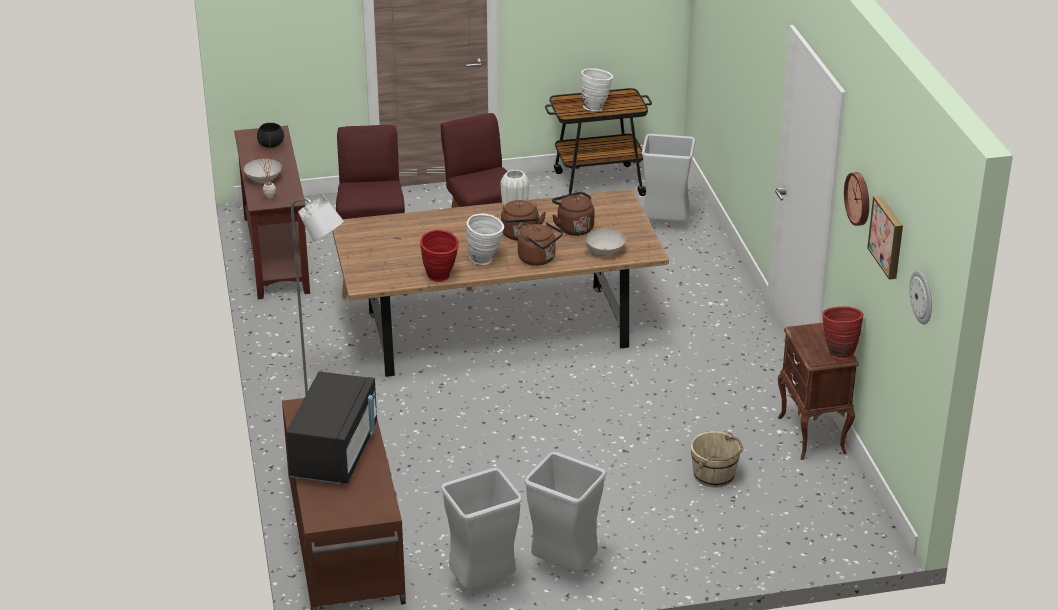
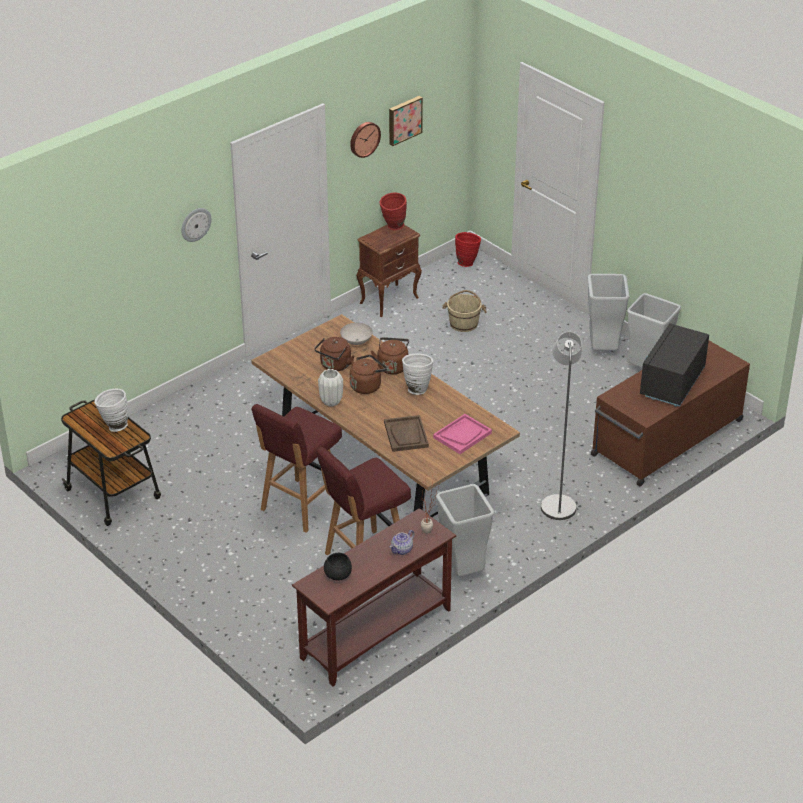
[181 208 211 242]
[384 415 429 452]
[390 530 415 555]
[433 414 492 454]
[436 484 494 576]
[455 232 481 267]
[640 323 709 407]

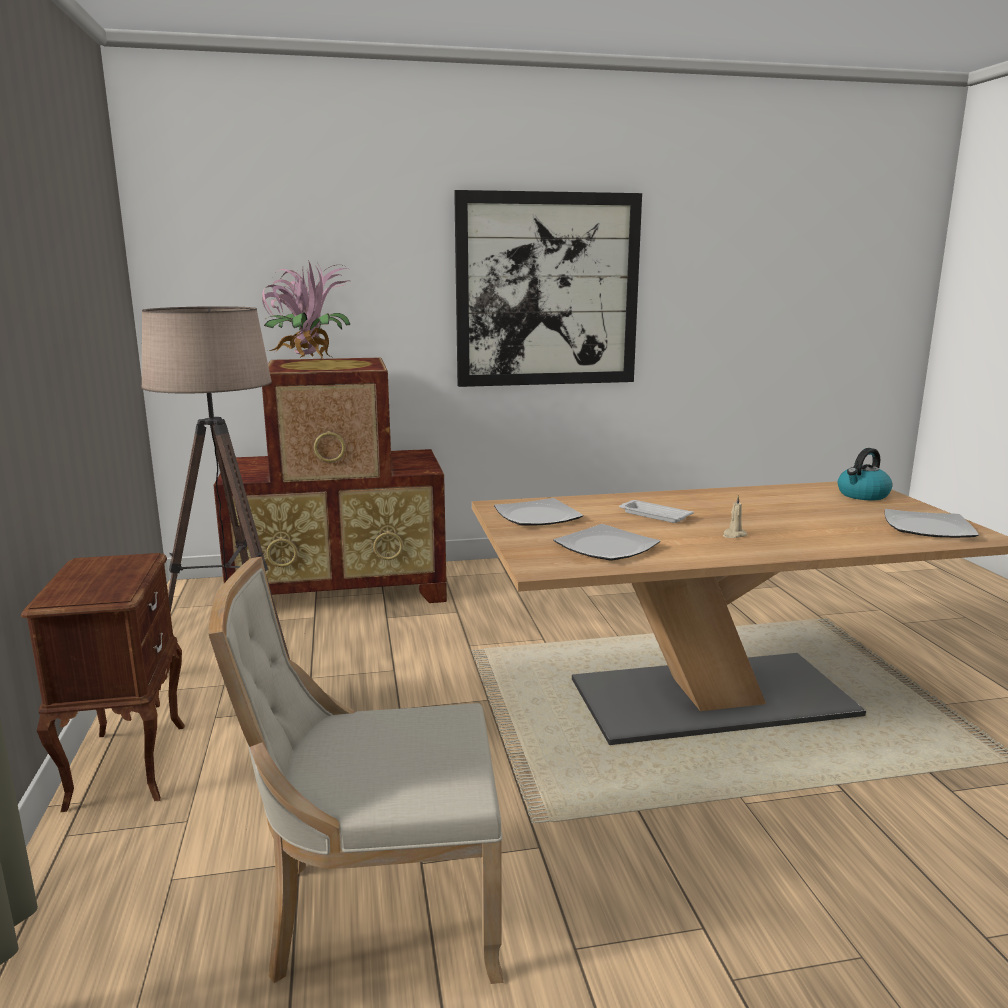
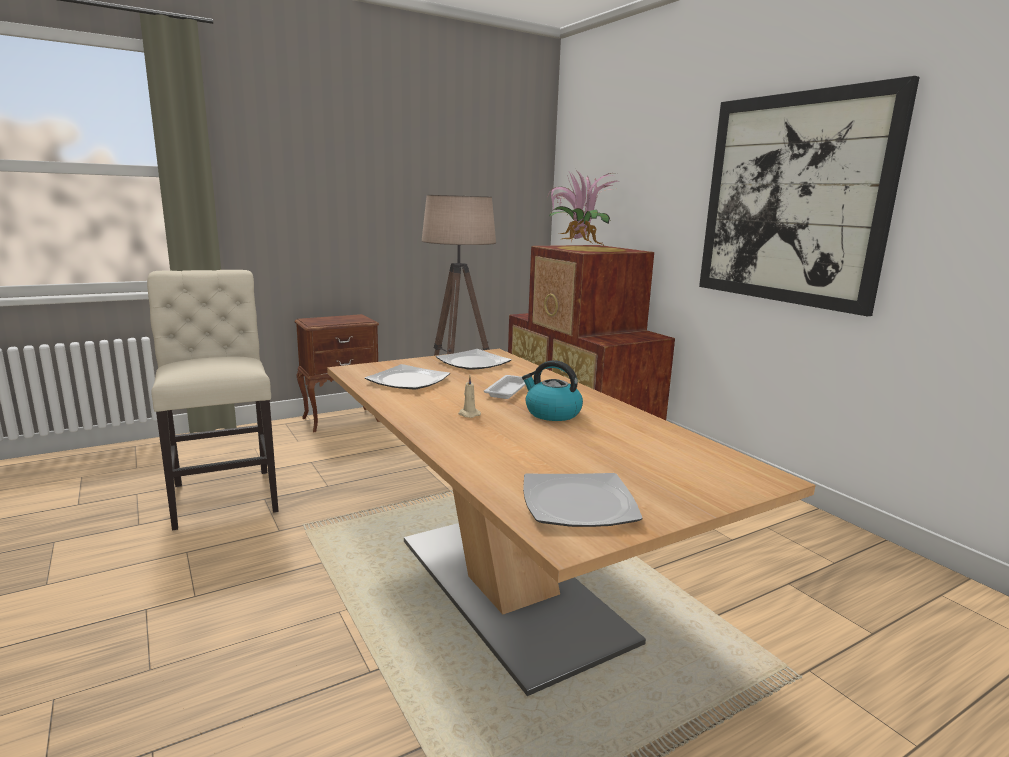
[147 270 278 530]
[522 360 583 421]

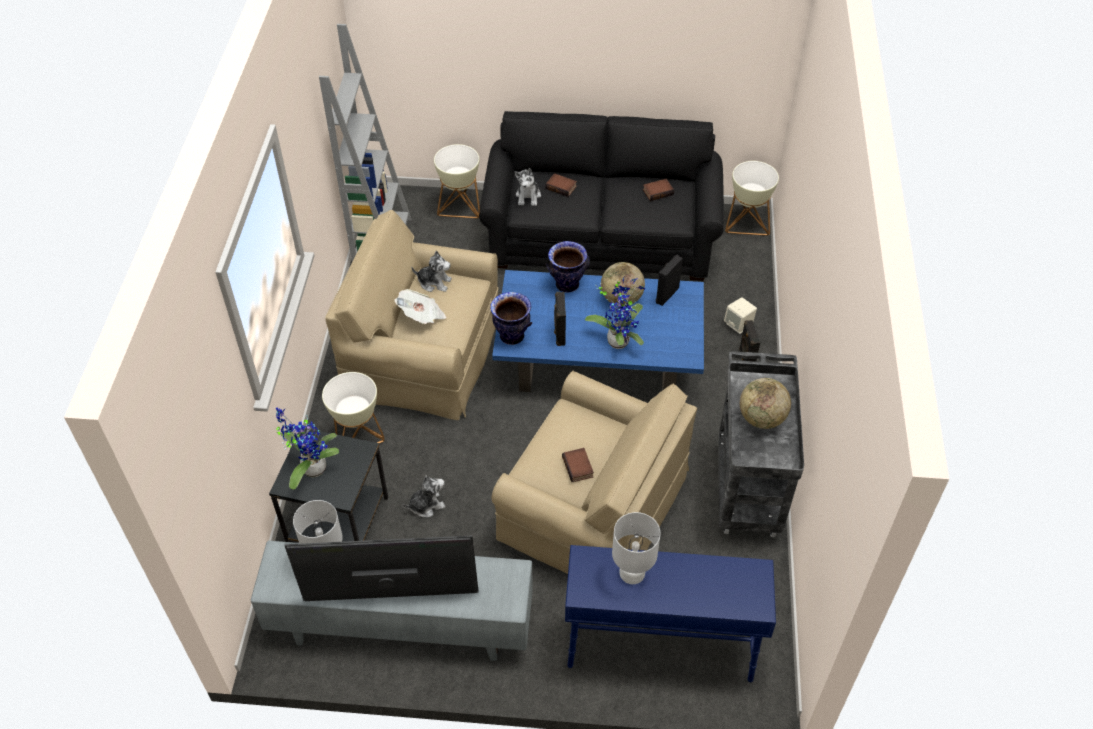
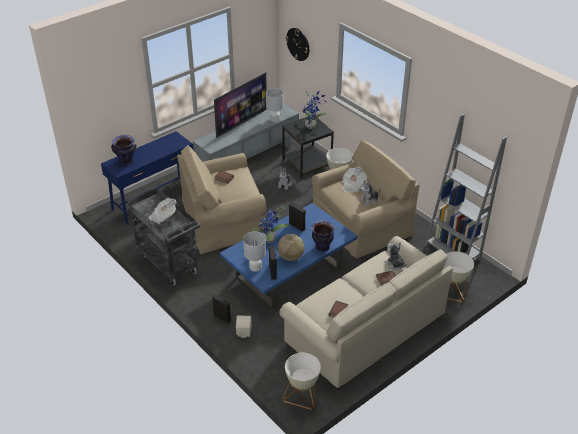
[111 135 137 164]
[149 198 177 224]
[243 232 266 272]
[279 236 453 390]
[286 28 309 61]

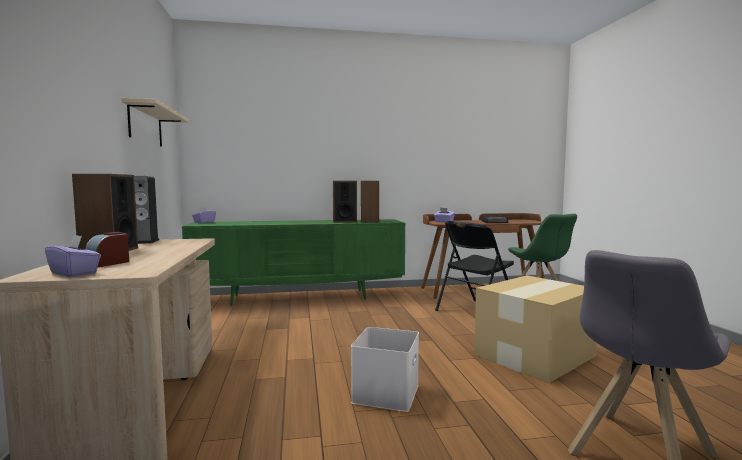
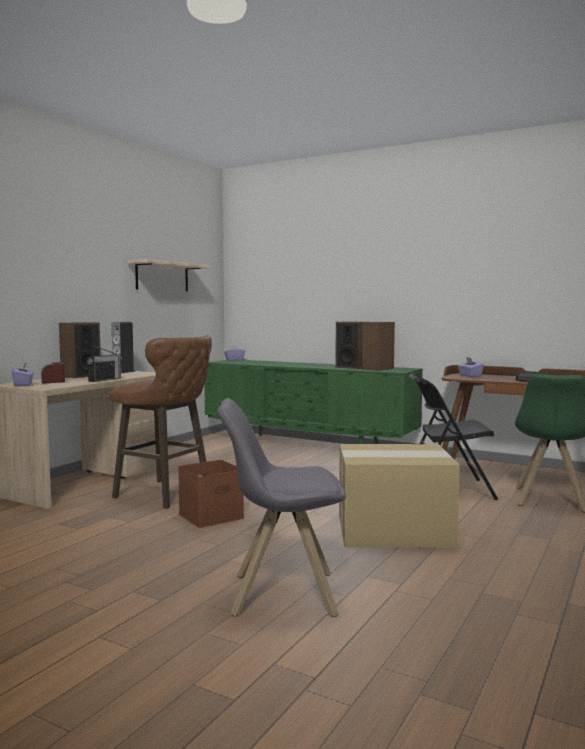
[87 346 122 382]
[109 335 212 509]
[178 460 244 528]

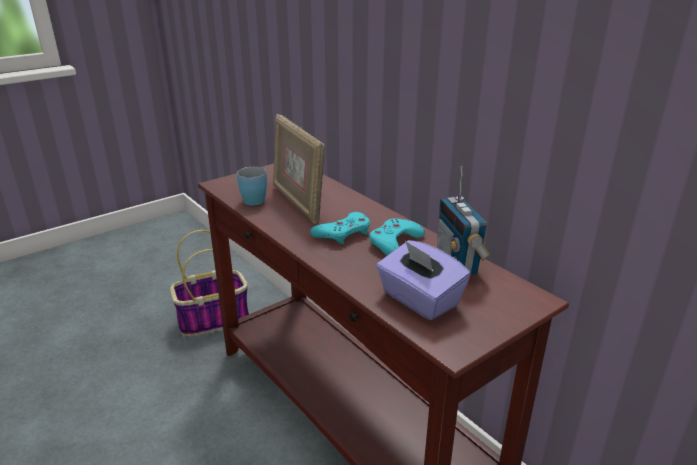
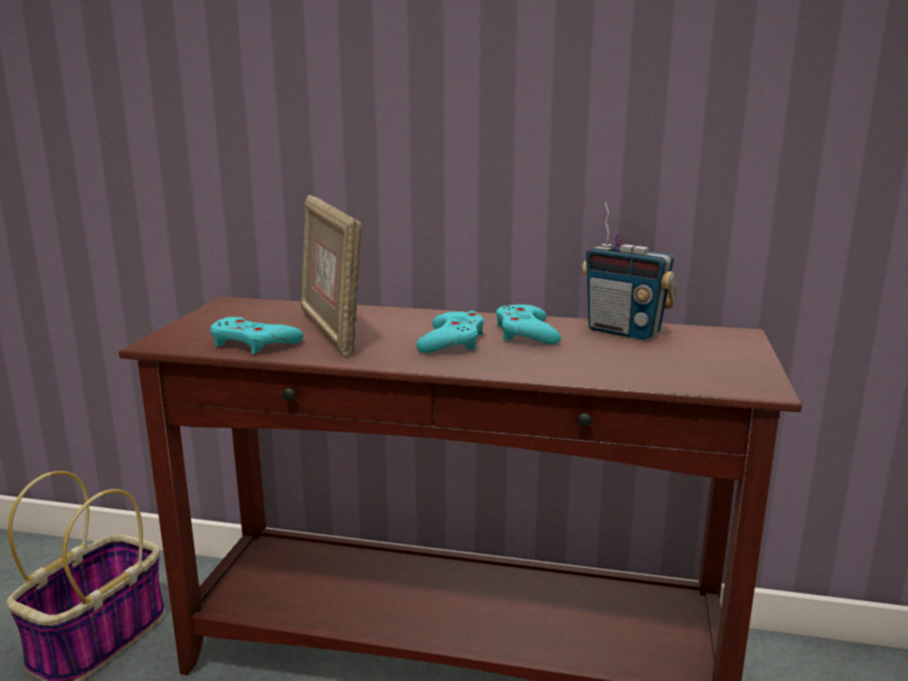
[210 317 303 354]
[301 195 362 357]
[376 240 471 320] (first image)

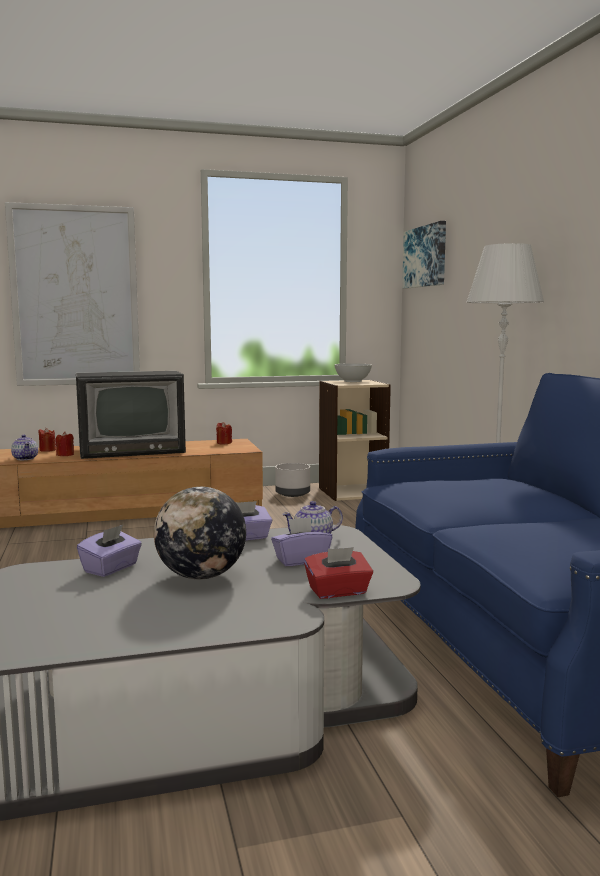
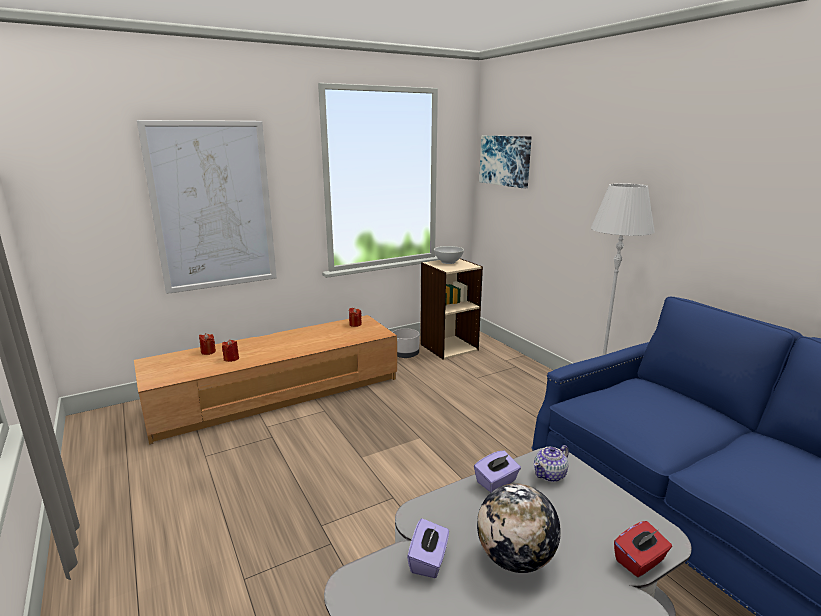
[11 435 38 460] (first image)
[76 371 186 459] (first image)
[271 517 332 566] (first image)

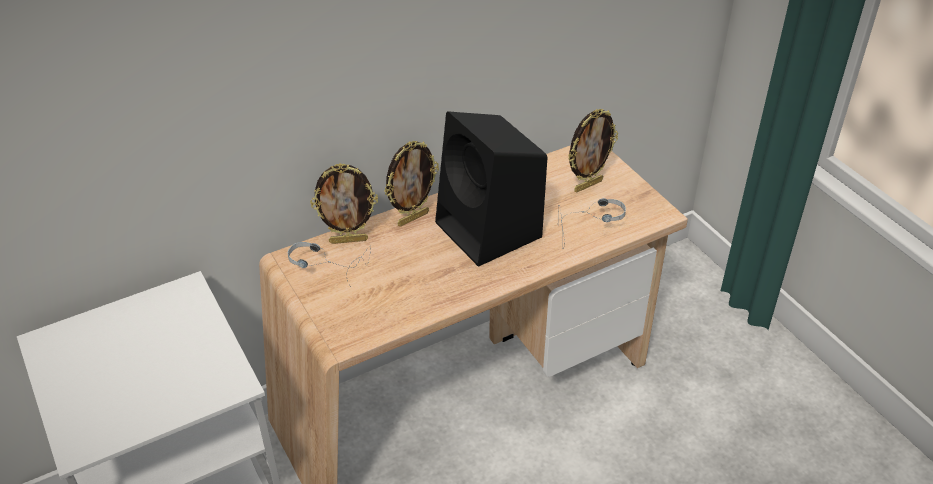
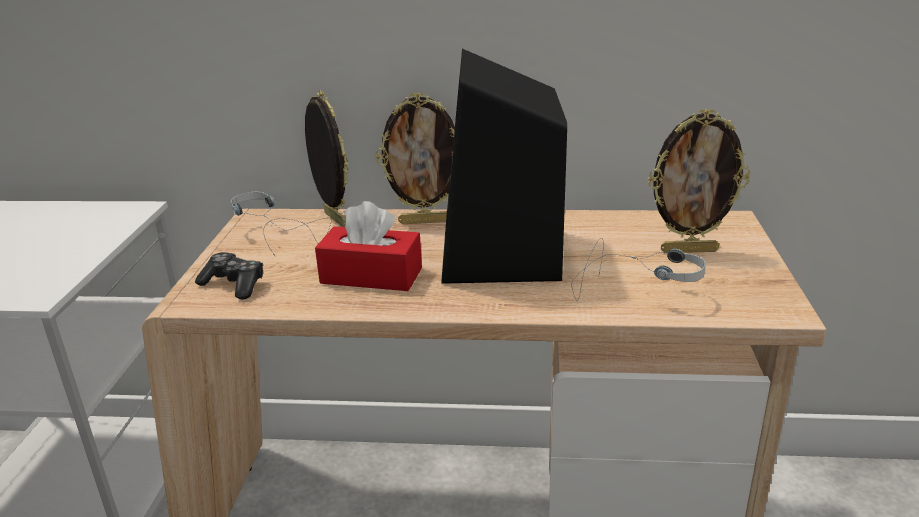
[195 252 263 300]
[305 91 348 227]
[315 201 422 291]

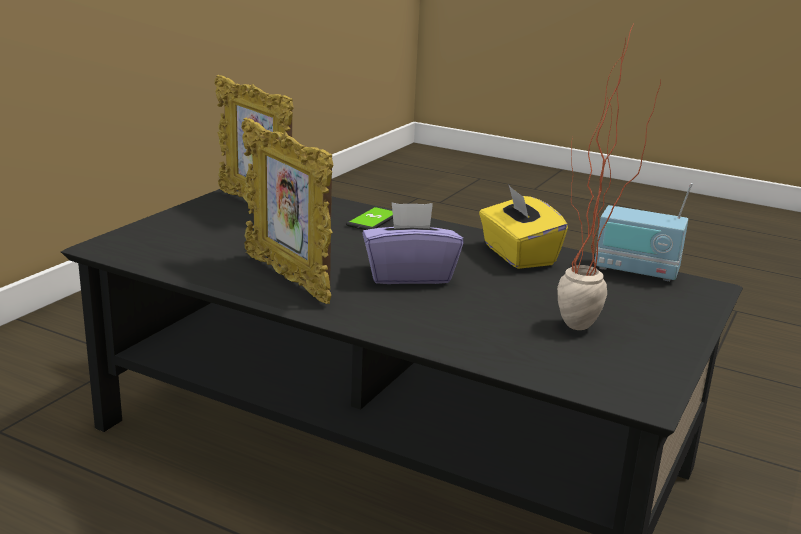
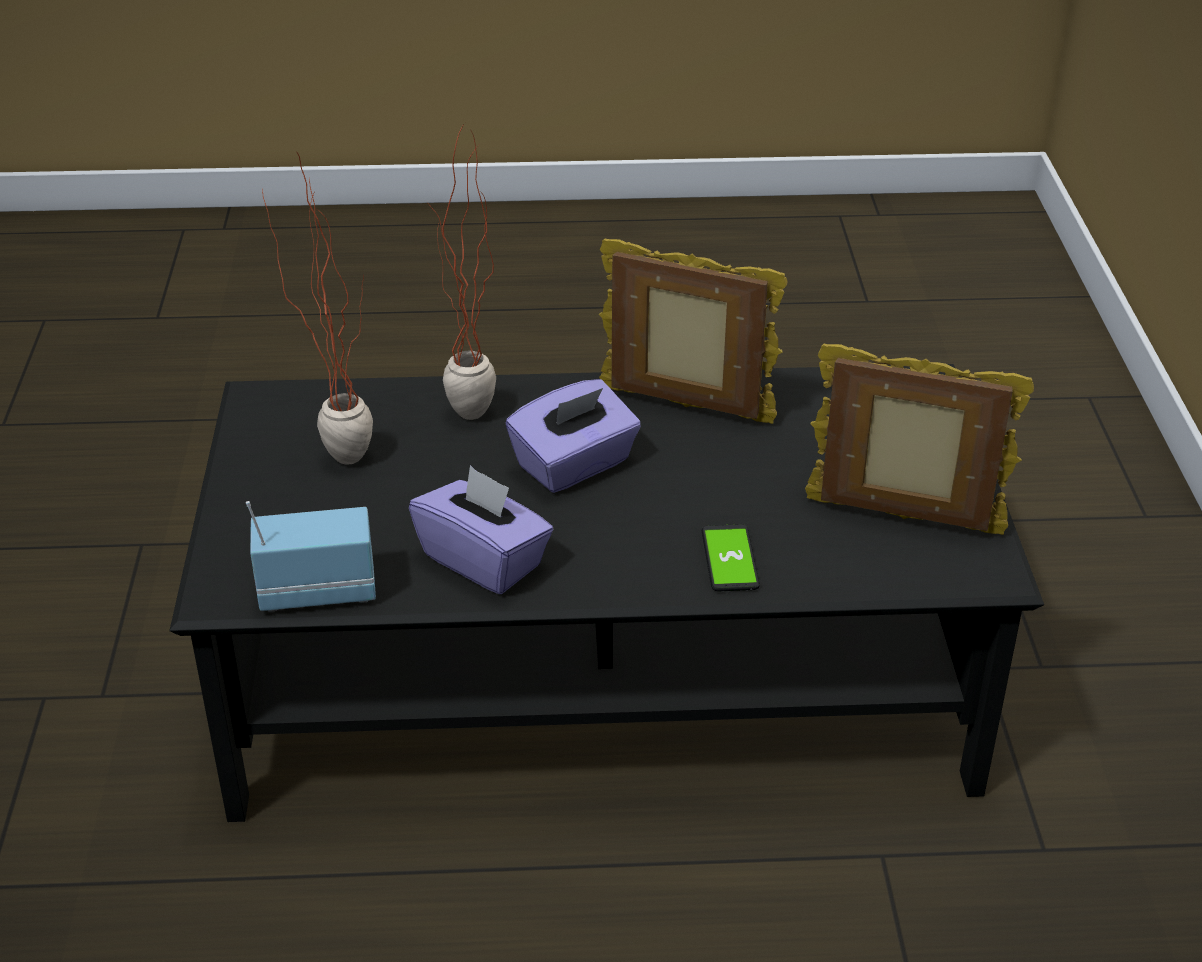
[409 465 553 594]
[429 123 496 420]

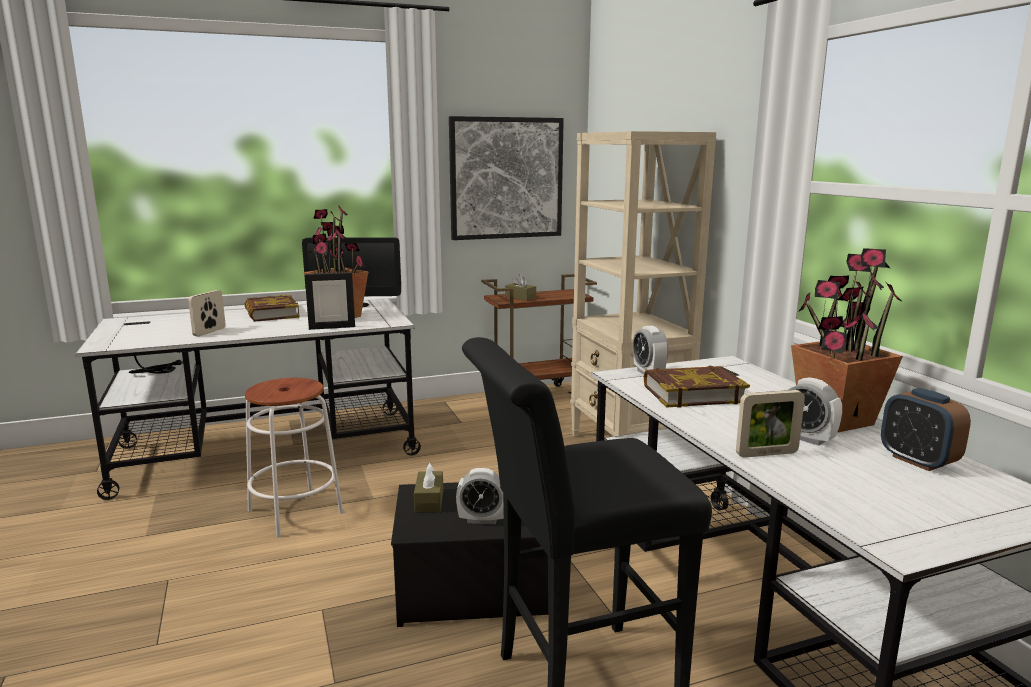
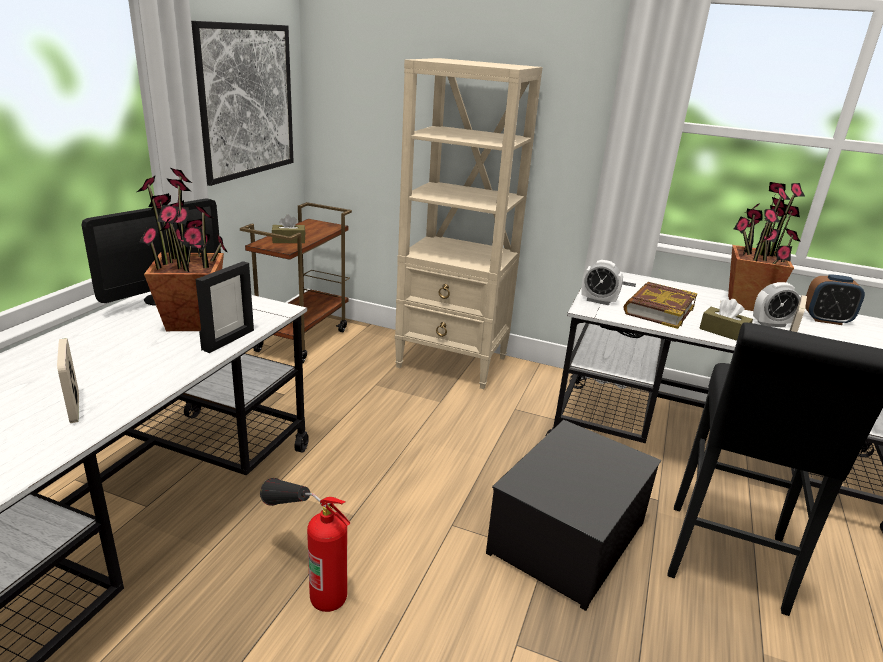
[260 478 350 612]
[699 299 753 341]
[245 294 300 322] (first image)
[456 468 504 524] (first image)

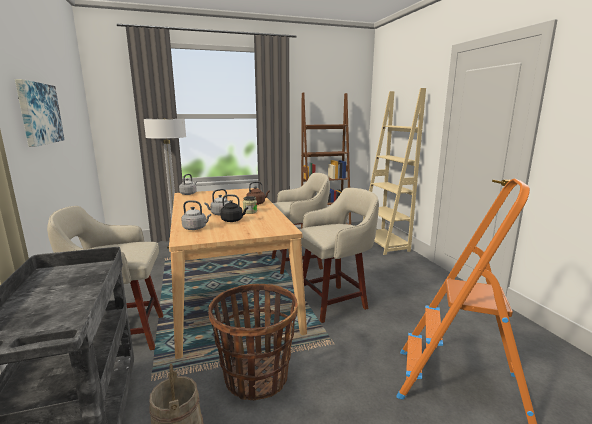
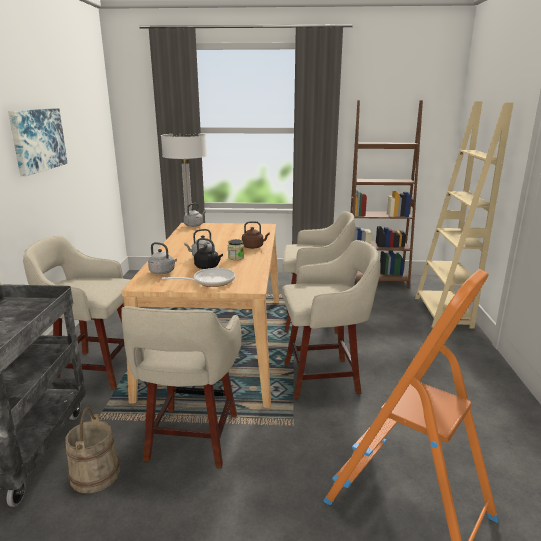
[121 306 242 468]
[162 268 235 287]

